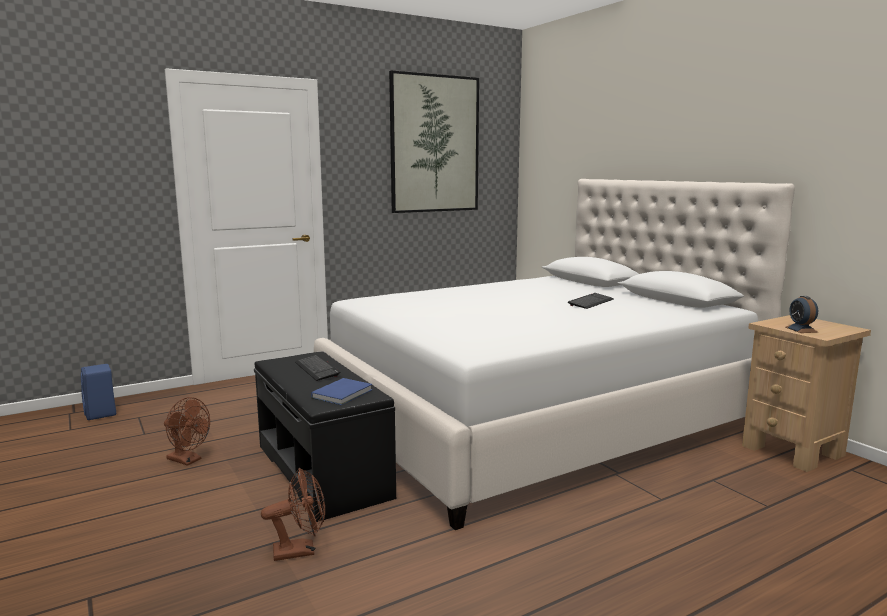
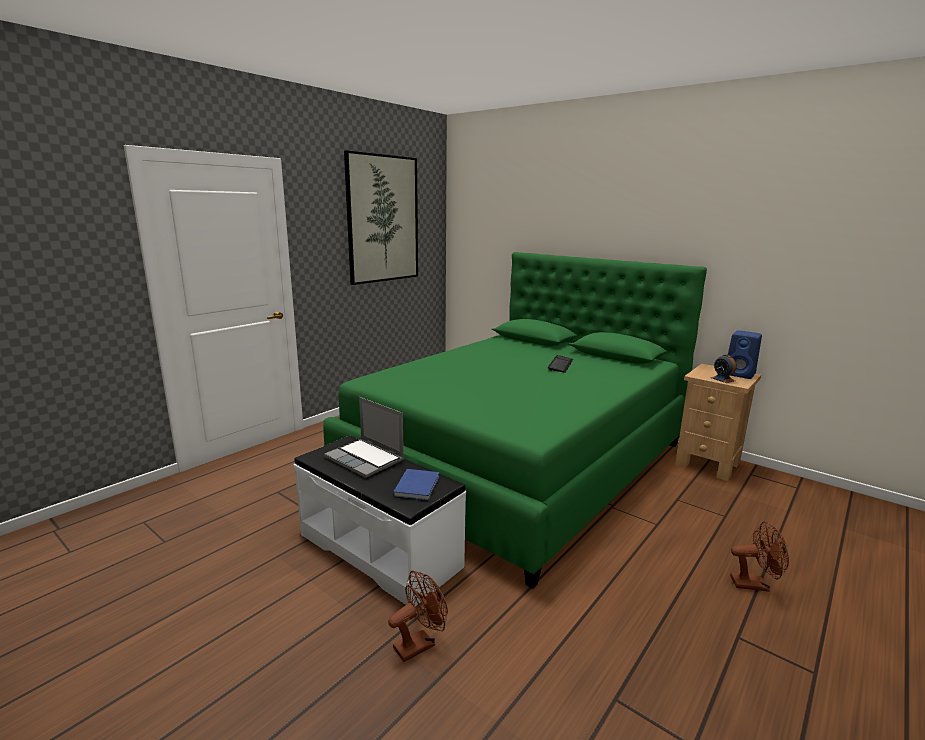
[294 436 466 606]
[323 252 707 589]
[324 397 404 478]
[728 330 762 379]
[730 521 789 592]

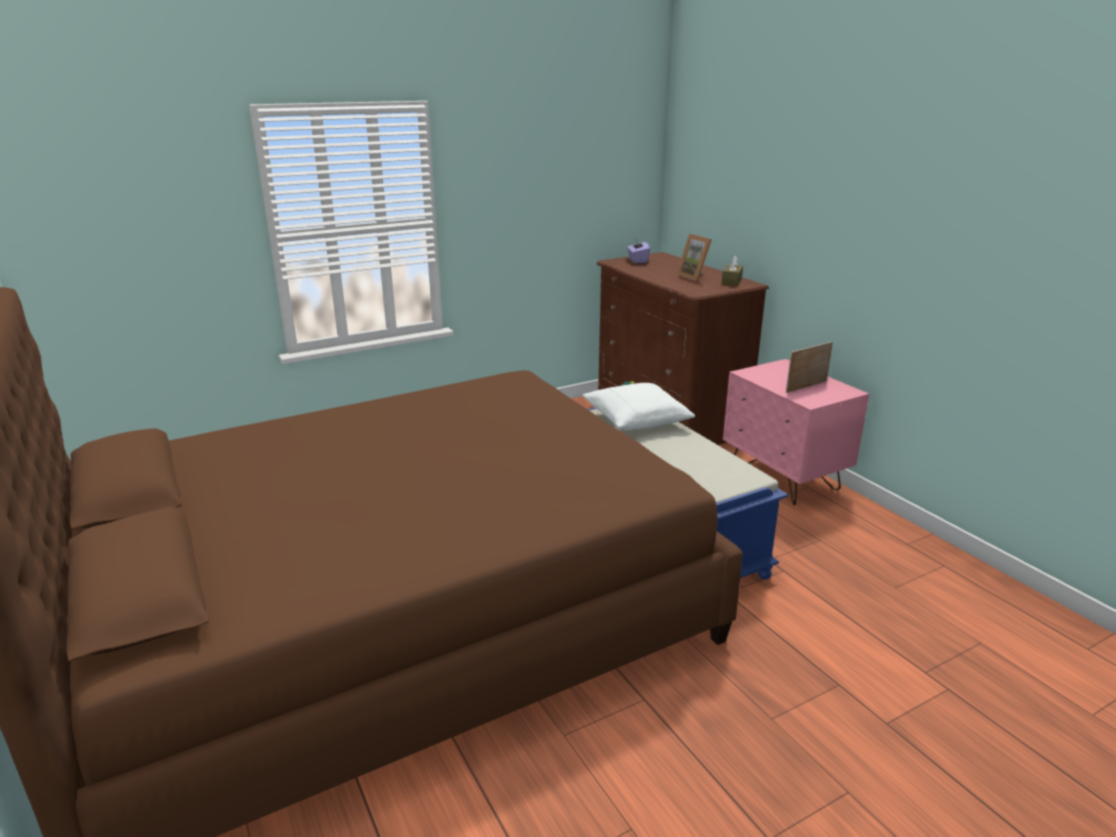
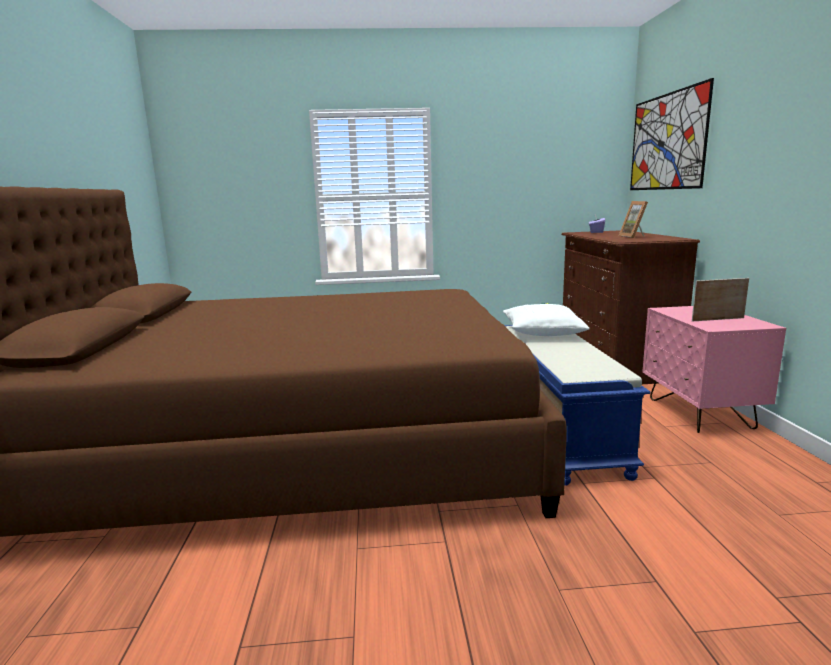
[630 78 714 190]
[721 256 743 286] (first image)

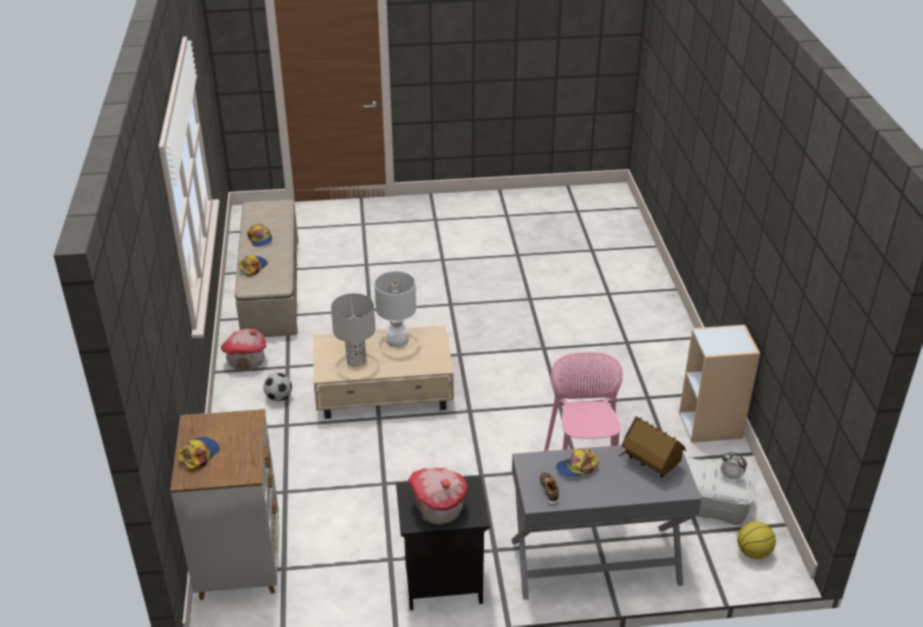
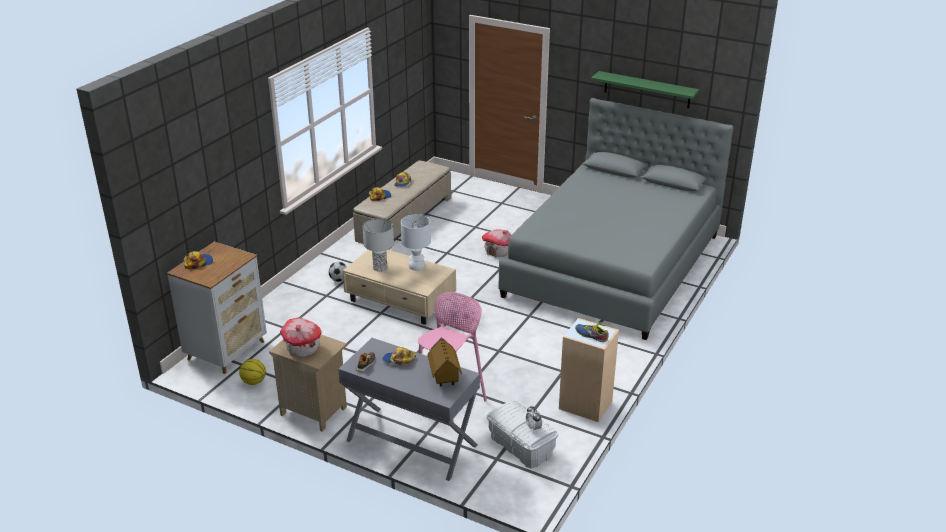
[239 359 266 385]
[269 335 347 431]
[482 229 511 258]
[499 98 734 340]
[575 323 608 342]
[591 71 700 108]

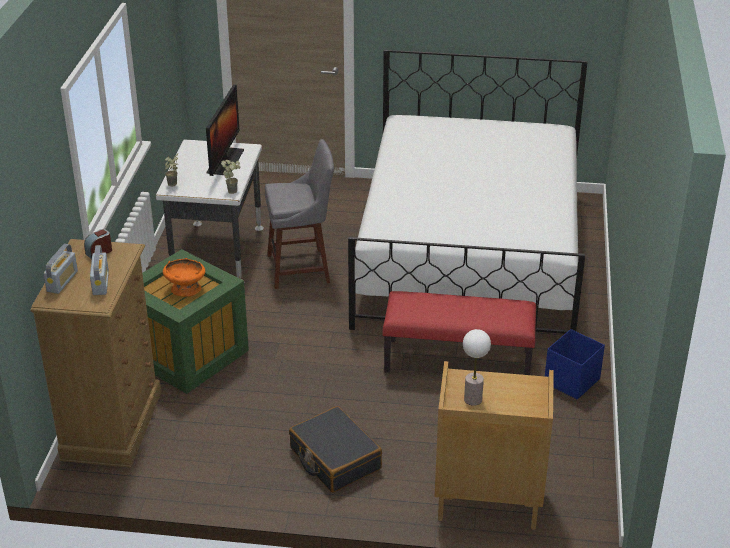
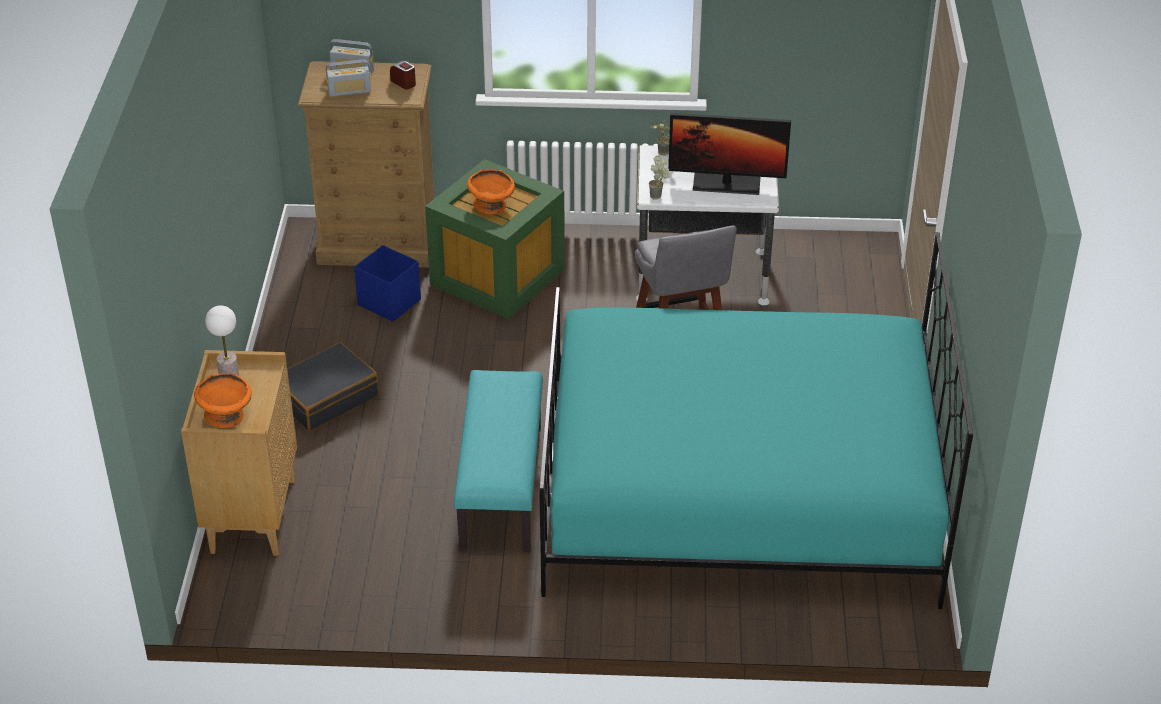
[194 373 252 428]
[354 245 421 322]
[454 370 543 552]
[539 232 973 609]

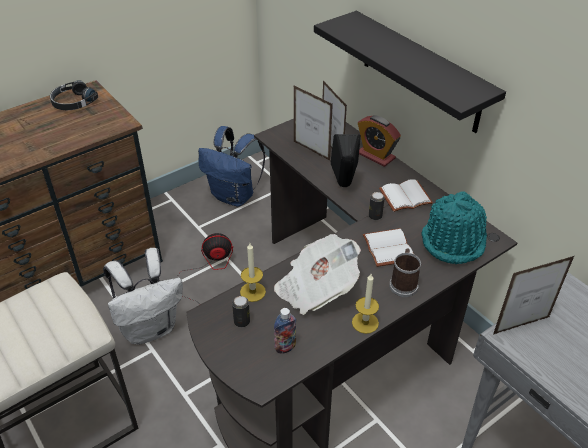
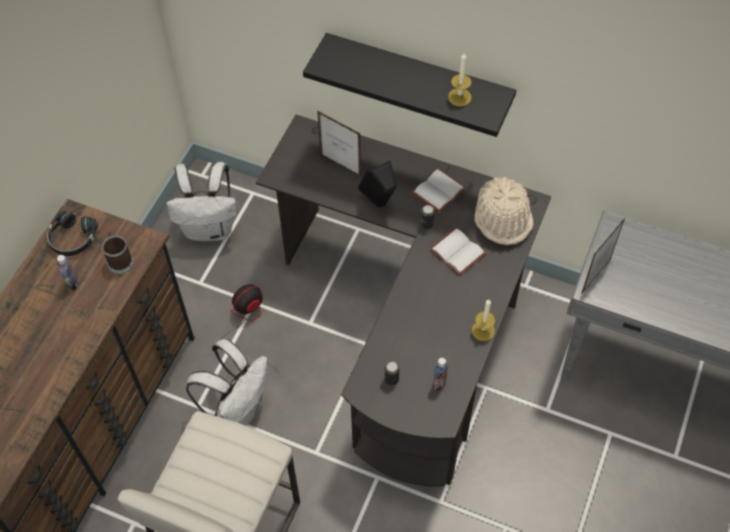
[57 255 78 291]
[102 232 134 274]
[167 162 237 242]
[448 53 472 106]
[474 177 534 245]
[274 234 361 315] (first image)
[294 86 333 161] (first image)
[358 115 401 167] (first image)

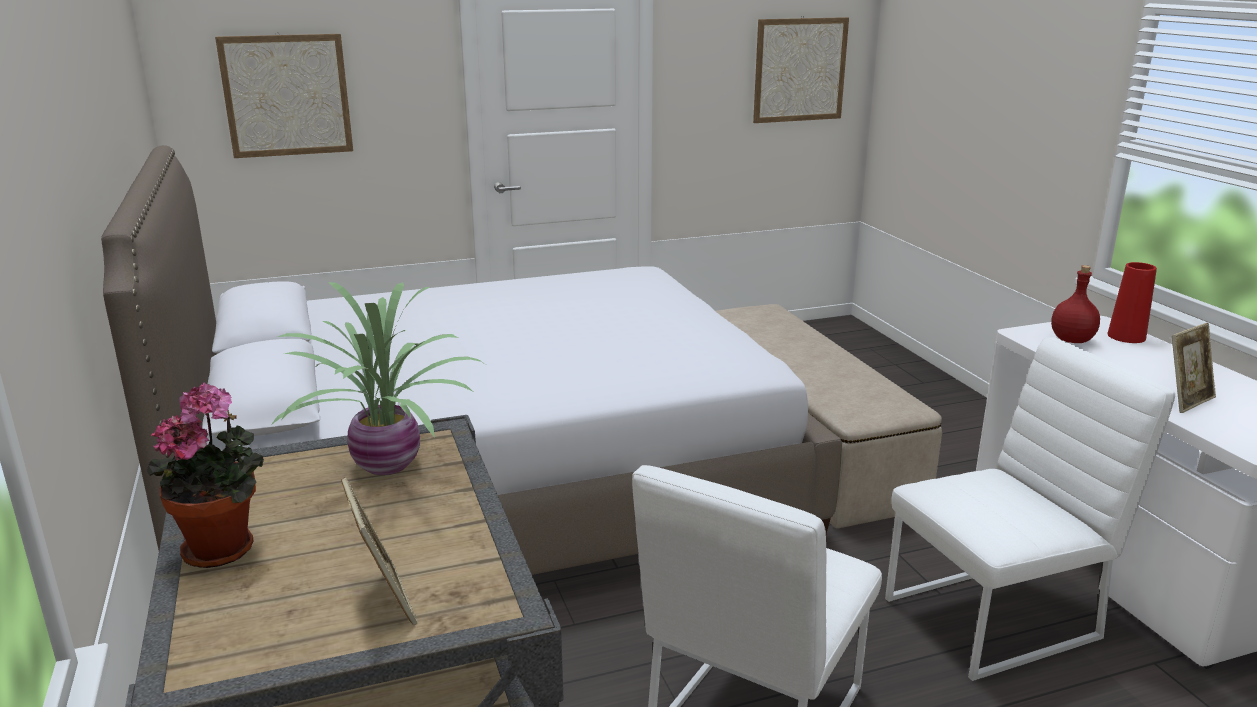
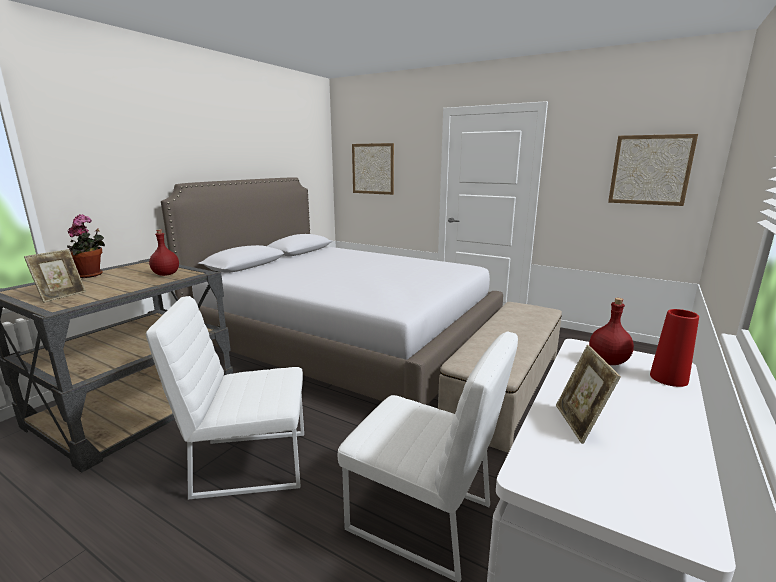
[149 230 179 276]
[556 345 621 444]

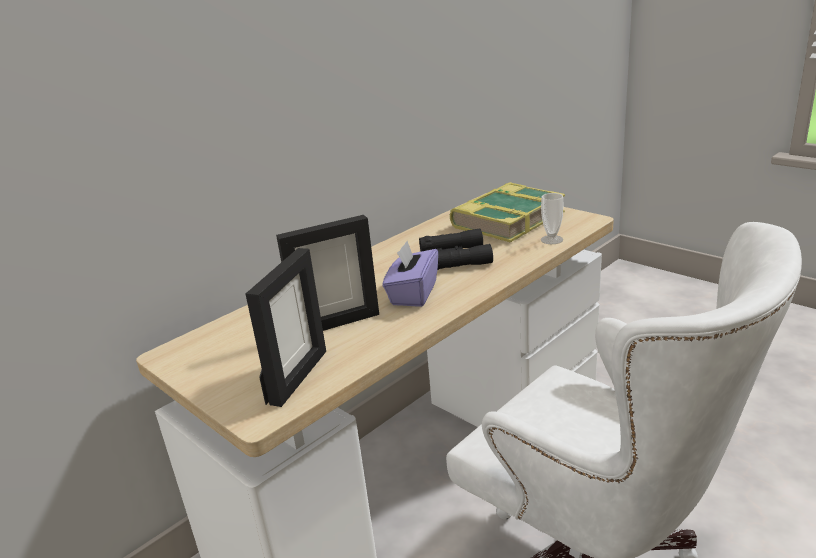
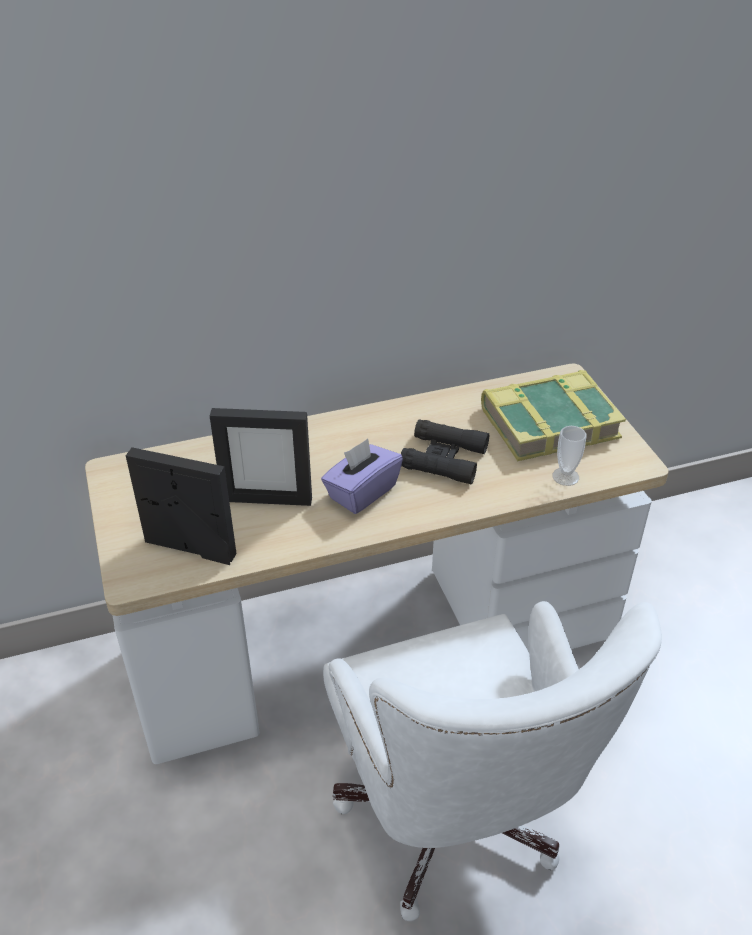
[126 447 237 565]

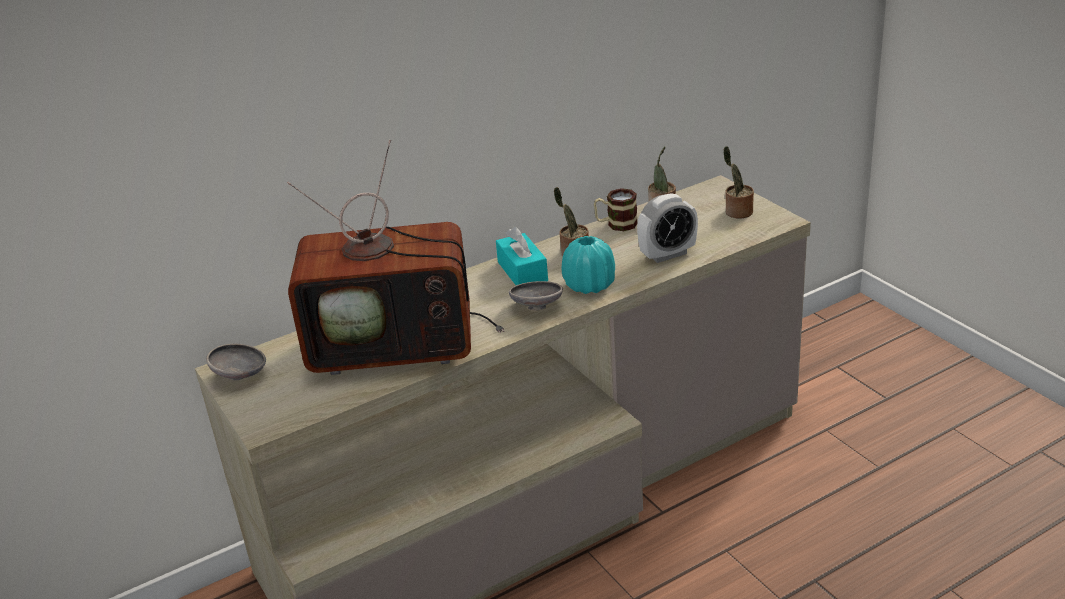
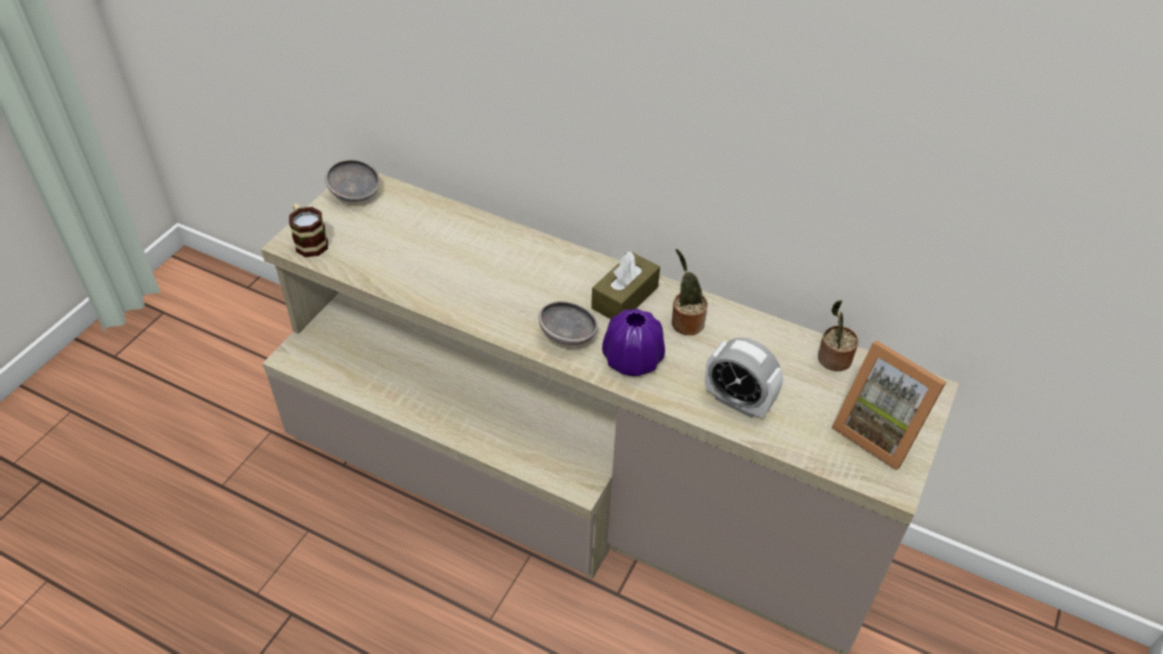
[289 203 328 257]
[591 251 660 319]
[602 309 665 376]
[832 340 946 471]
[287 140 505 375] (first image)

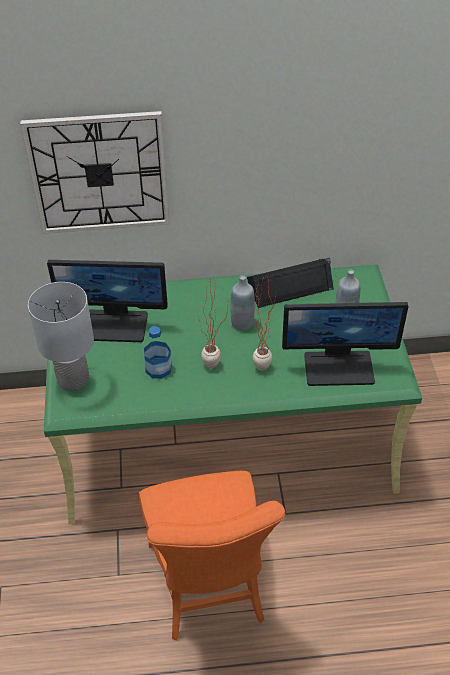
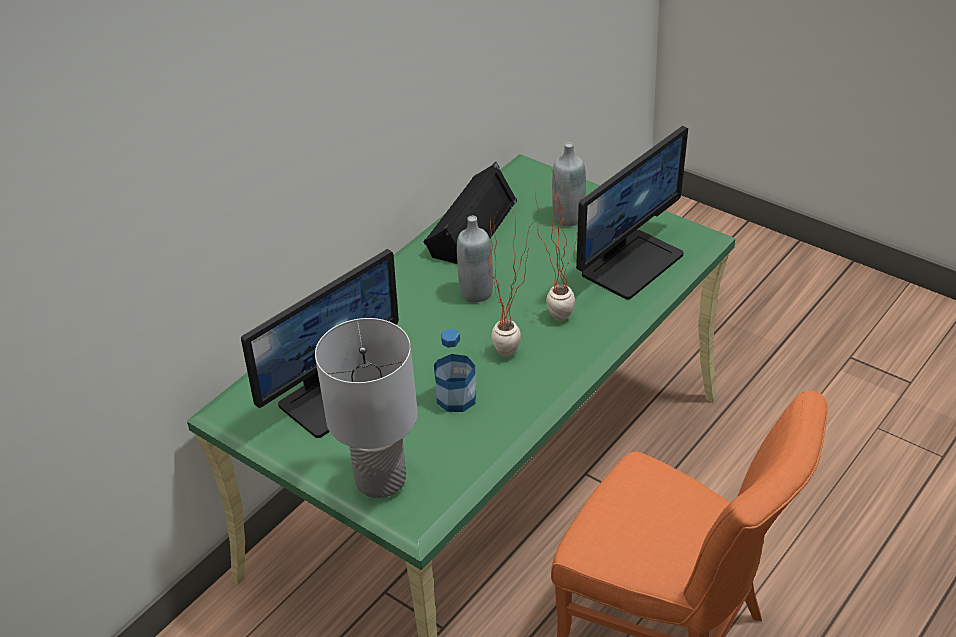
[20 111 170 234] (first image)

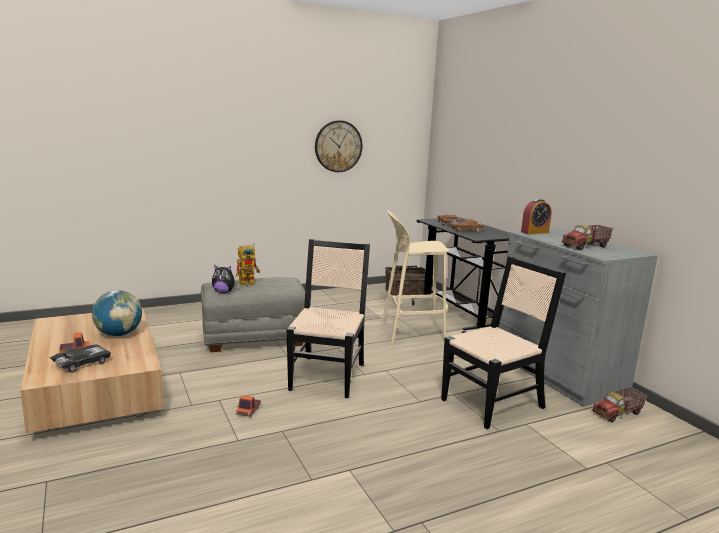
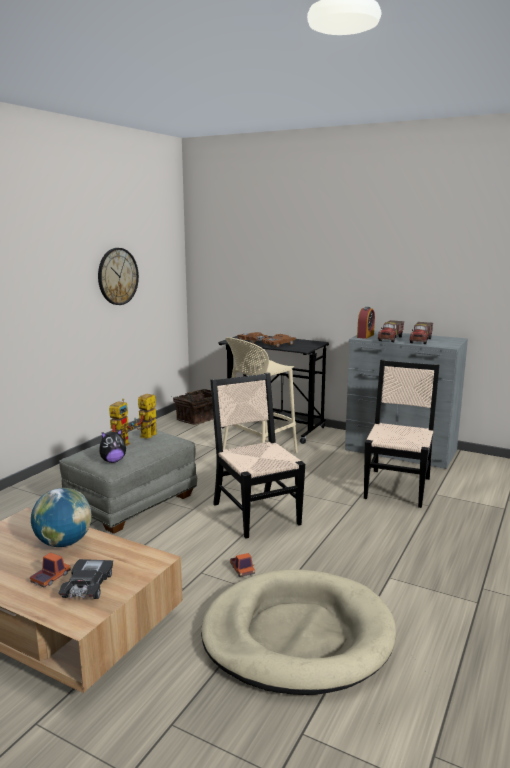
[134 394 157 439]
[201 569 396 695]
[378 320 404 342]

